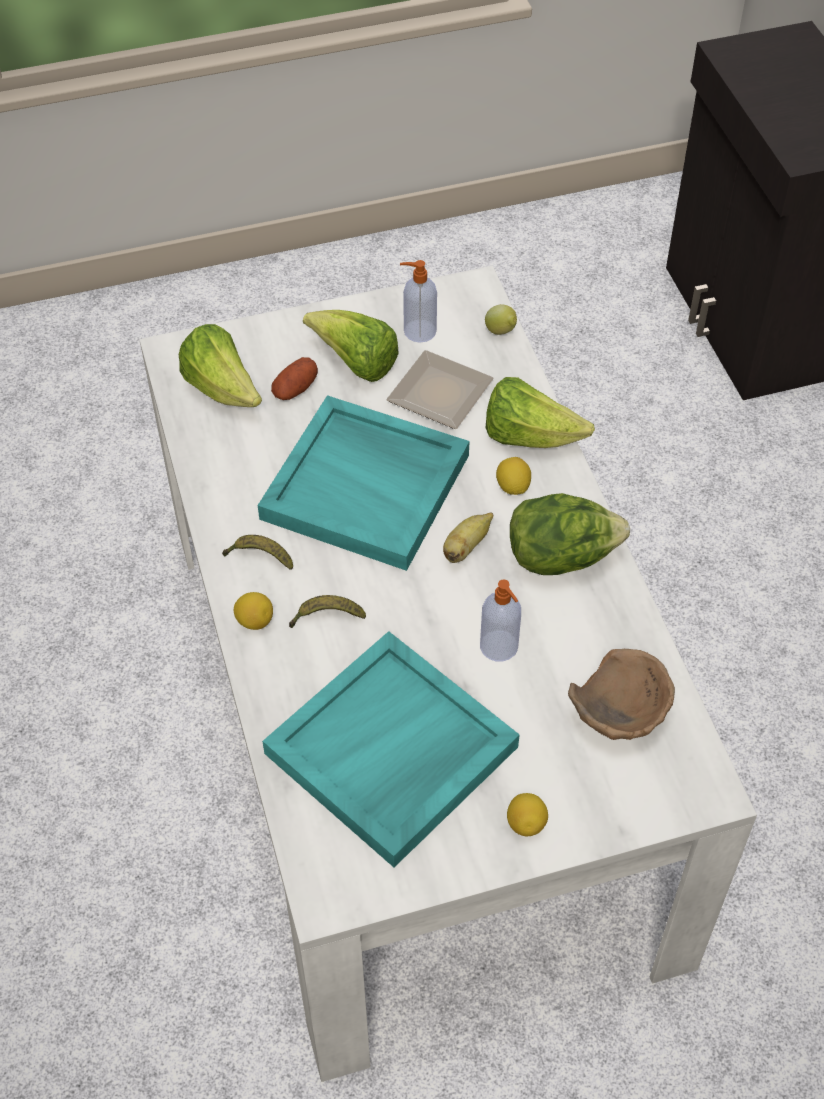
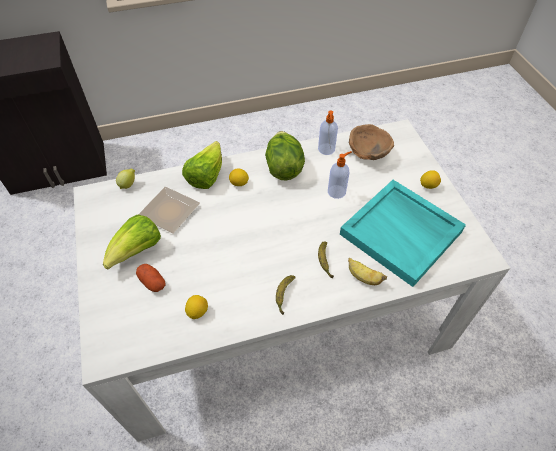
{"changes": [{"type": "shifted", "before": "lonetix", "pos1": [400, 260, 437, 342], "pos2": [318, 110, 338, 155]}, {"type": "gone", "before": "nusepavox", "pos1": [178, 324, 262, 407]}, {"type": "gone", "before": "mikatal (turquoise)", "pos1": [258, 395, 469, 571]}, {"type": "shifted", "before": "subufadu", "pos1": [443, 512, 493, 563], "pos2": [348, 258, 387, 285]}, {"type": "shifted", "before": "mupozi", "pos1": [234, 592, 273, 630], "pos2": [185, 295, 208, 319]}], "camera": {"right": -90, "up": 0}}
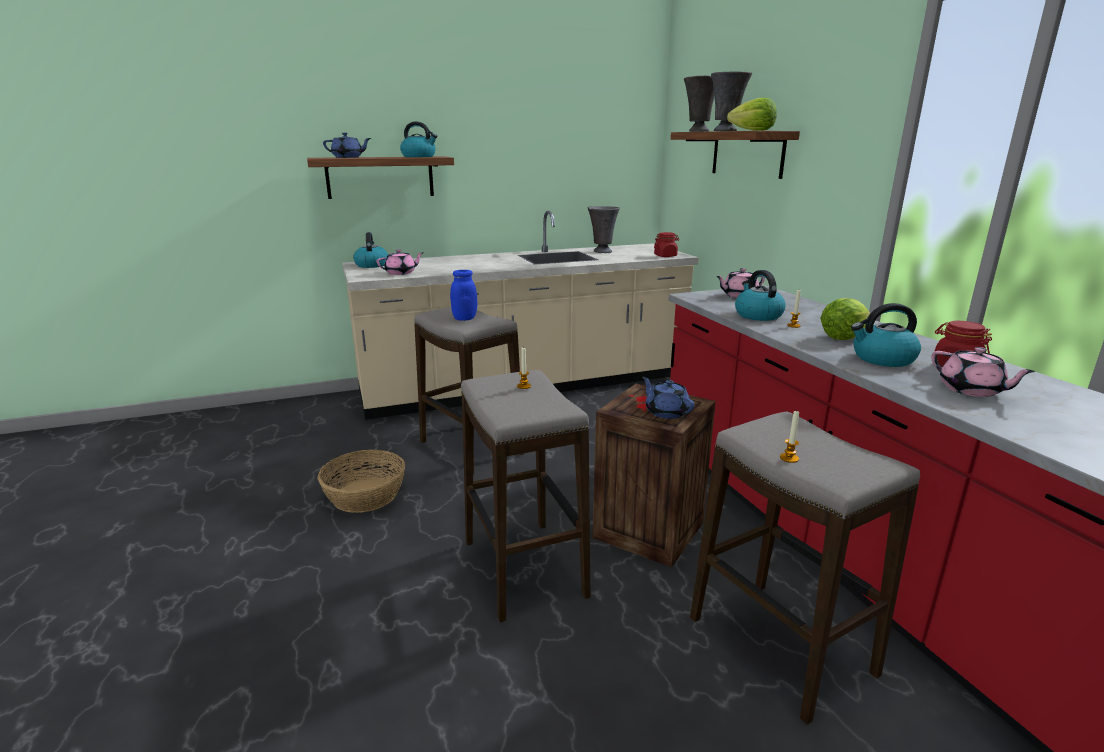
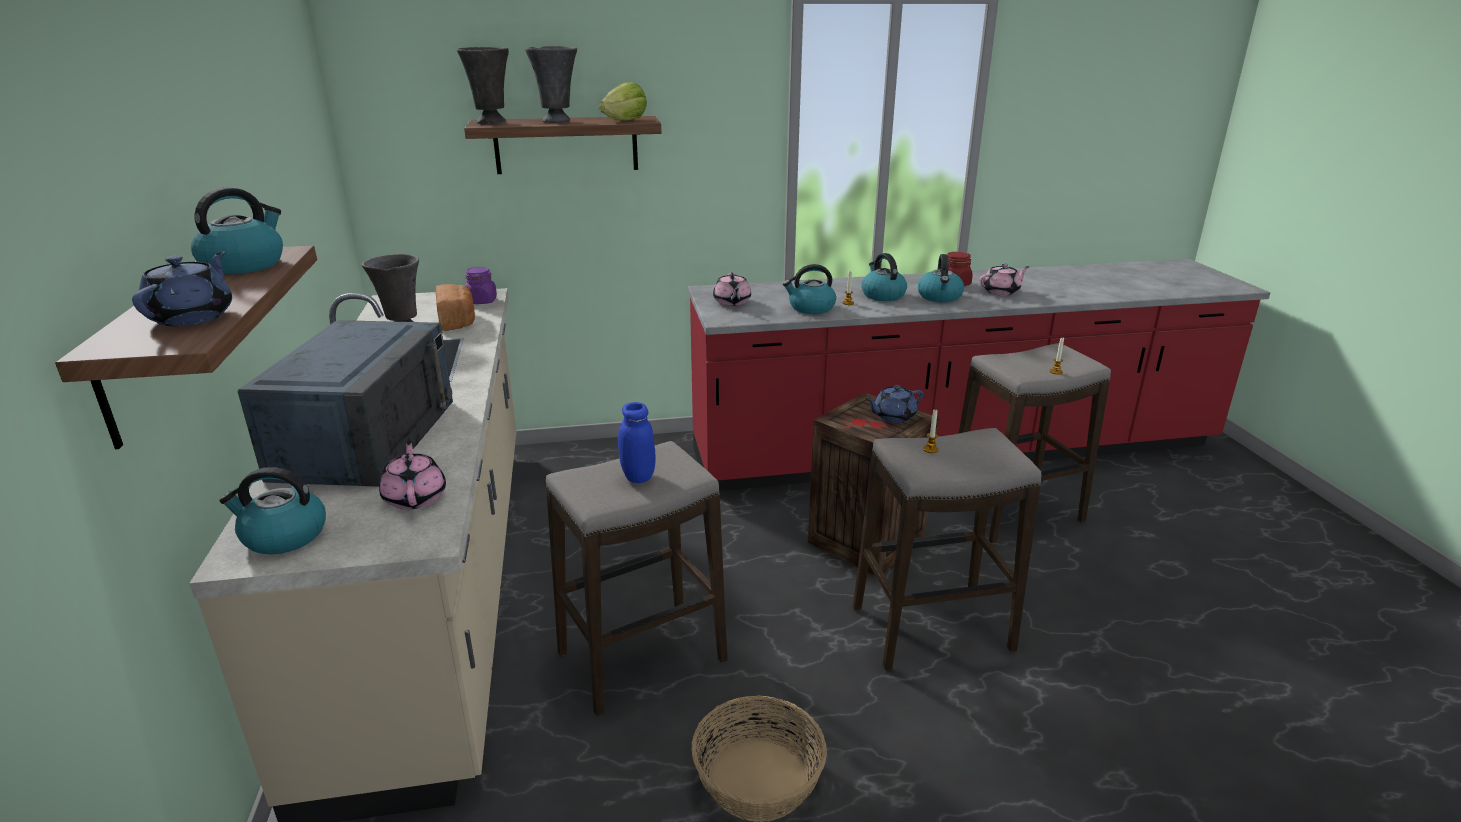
{"changes": [{"type": "repainted", "before": "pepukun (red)", "after": "pepukun (purple)", "pos1": [654, 232, 679, 257], "pos2": [465, 267, 497, 304]}, {"type": "swapped", "before": "nusepavox", "after": "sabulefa", "pos1": [820, 298, 870, 340], "pos2": [862, 253, 907, 301]}, {"type": "new", "after": "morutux", "pos2": [435, 284, 475, 331]}, {"type": "new", "after": "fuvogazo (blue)", "pos2": [237, 320, 453, 487]}], "camera": {"right": -80, "up": 5}}
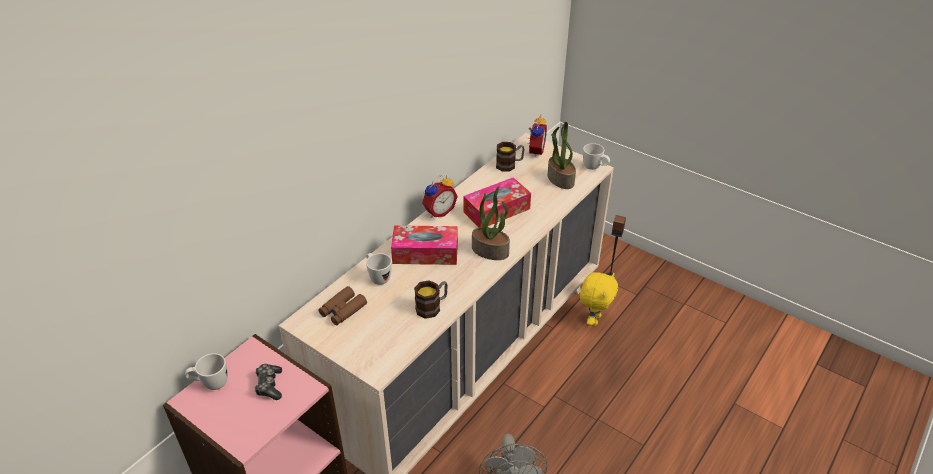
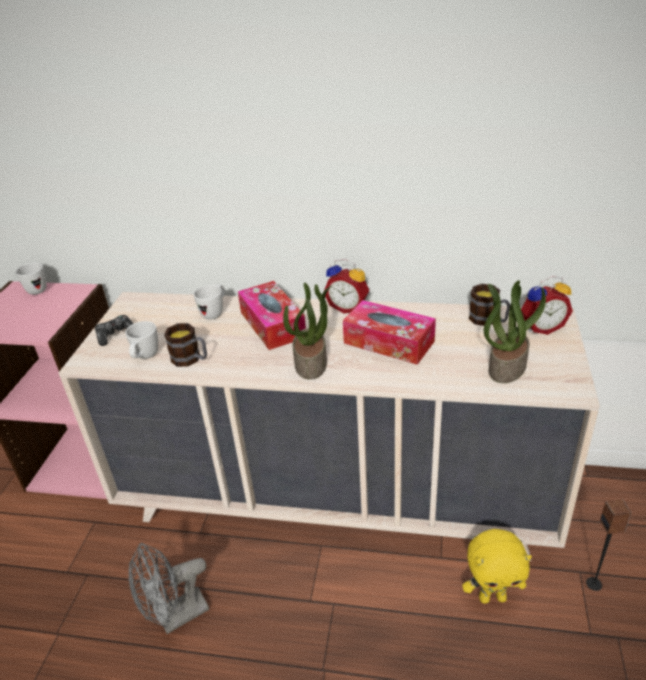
{"changes": [{"type": "shifted", "before": "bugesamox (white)", "pos1": [583, 143, 610, 170], "pos2": [125, 321, 158, 359]}, {"type": "gone", "before": "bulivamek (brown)", "pos1": [318, 286, 367, 325]}, {"type": "shifted", "before": "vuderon", "pos1": [254, 364, 282, 400], "pos2": [95, 315, 134, 346]}], "camera": {"right": 65, "up": -5}}
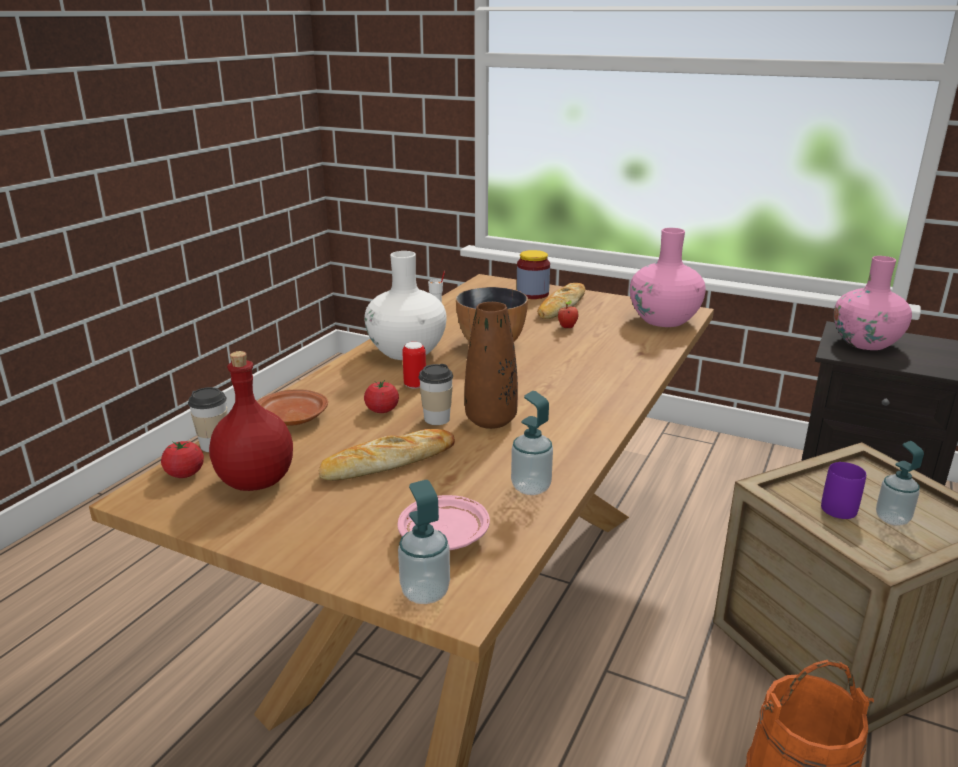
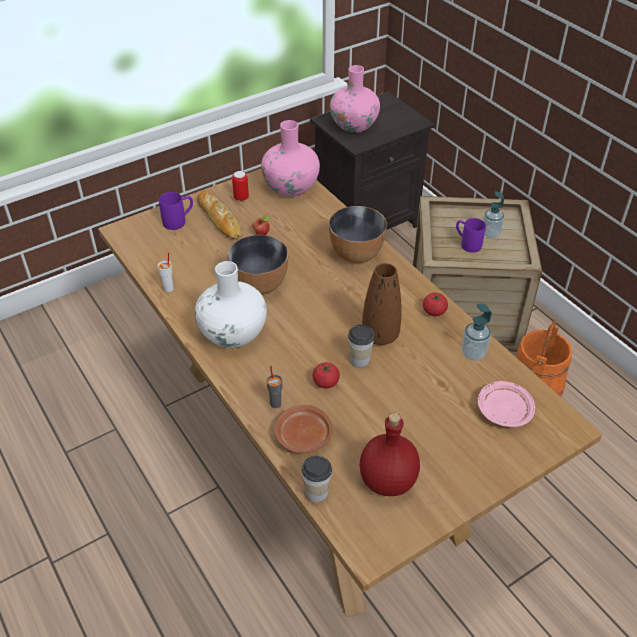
{"changes": [{"type": "swapped", "before": "pepukun", "after": "bugesamox (purple)", "pos1": [516, 250, 550, 299], "pos2": [159, 192, 193, 230]}, {"type": "shifted", "before": "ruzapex", "pos1": [402, 342, 426, 389], "pos2": [232, 171, 249, 201]}, {"type": "gone", "before": "morutux", "pos1": [319, 429, 455, 481]}, {"type": "shifted", "before": "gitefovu", "pos1": [161, 441, 204, 478], "pos2": [423, 293, 448, 316]}, {"type": "gone", "before": "lonetix", "pos1": [398, 480, 450, 604]}, {"type": "new", "after": "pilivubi", "pos2": [329, 206, 387, 263]}, {"type": "new", "after": "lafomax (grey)", "pos2": [267, 366, 282, 408]}], "camera": {"right": -60, "up": 20}}
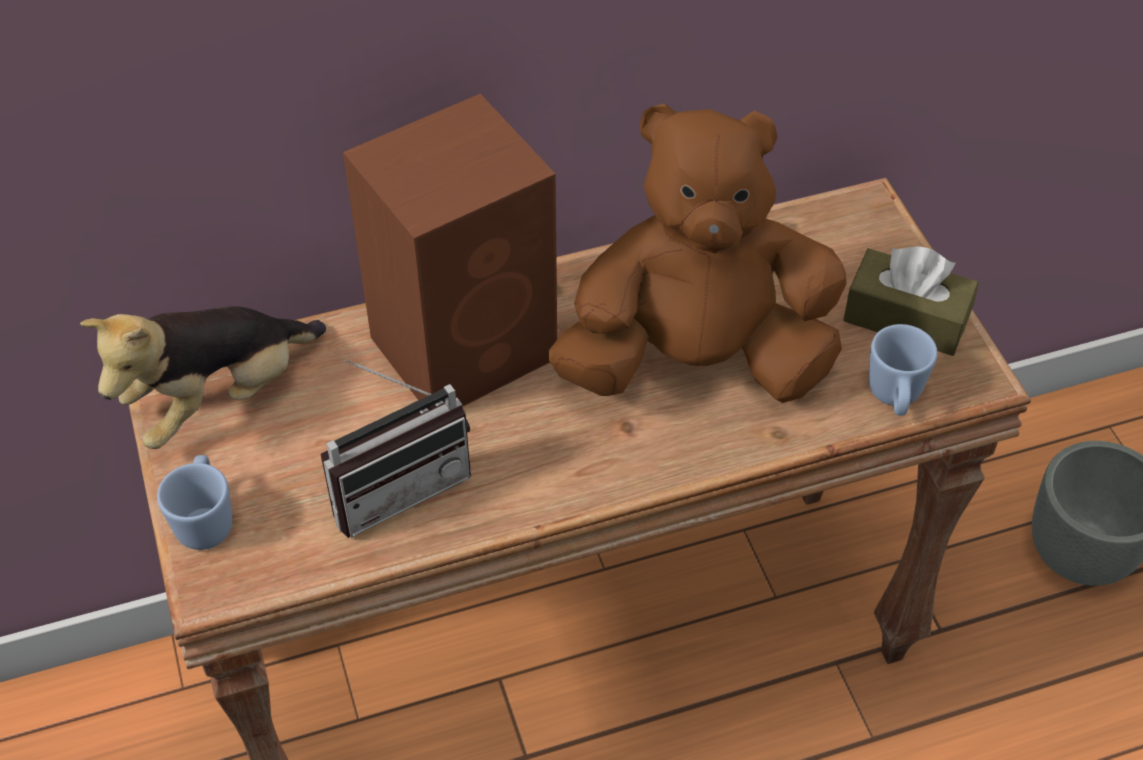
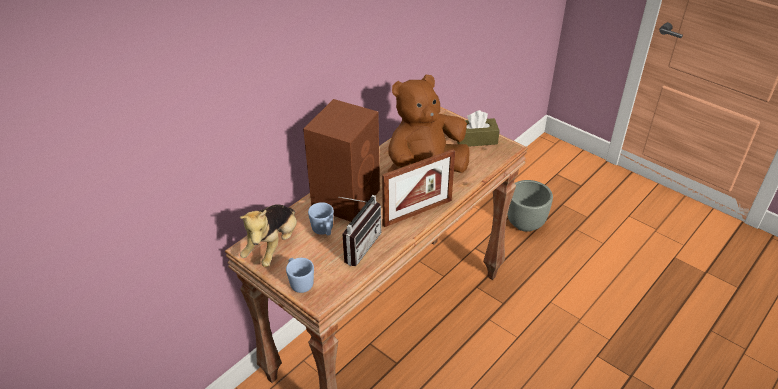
{"changes": [{"type": "shifted", "before": "bugesamox (blue)", "pos1": [869, 324, 937, 416], "pos2": [308, 202, 334, 235]}, {"type": "new", "after": "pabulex", "pos2": [382, 149, 455, 227]}], "camera": {"right": -30, "up": -10}}
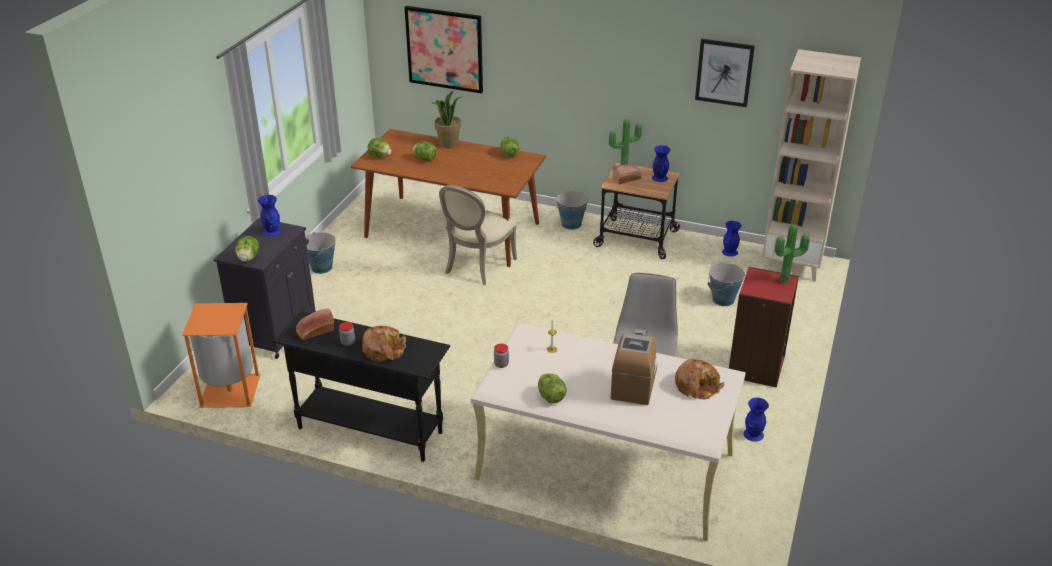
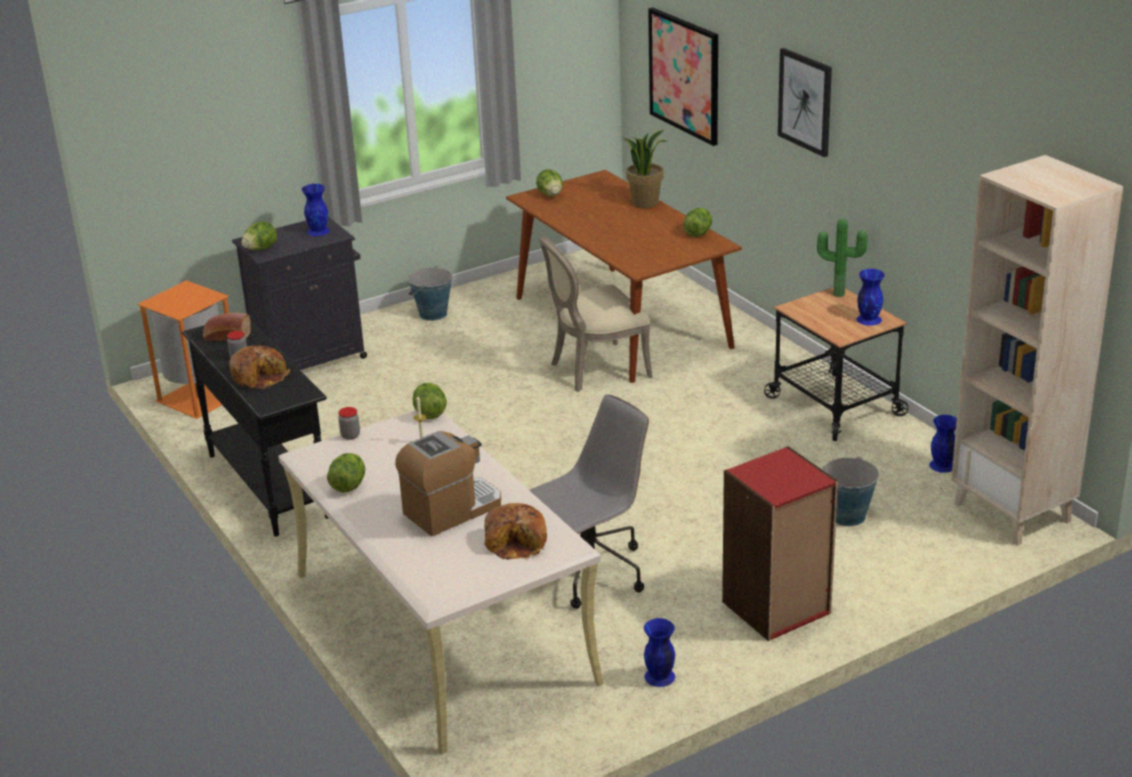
{"changes": [{"type": "shifted", "before": "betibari", "pos1": [695, 39, 755, 107], "pos2": [778, 48, 832, 157]}, {"type": "shifted", "before": "nusepavox", "pos1": [413, 141, 437, 161], "pos2": [413, 383, 447, 419]}, {"type": "gone", "before": "morutux", "pos1": [613, 165, 642, 185]}, {"type": "gone", "before": "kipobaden", "pos1": [556, 191, 588, 230]}, {"type": "gone", "before": "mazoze", "pos1": [775, 224, 810, 284]}], "camera": {"right": 40, "up": -5}}
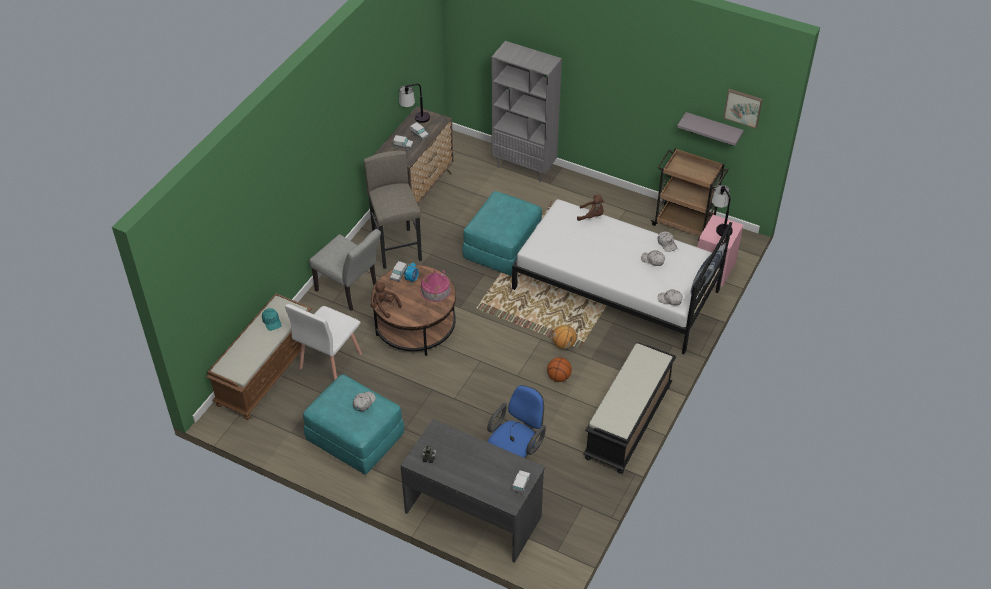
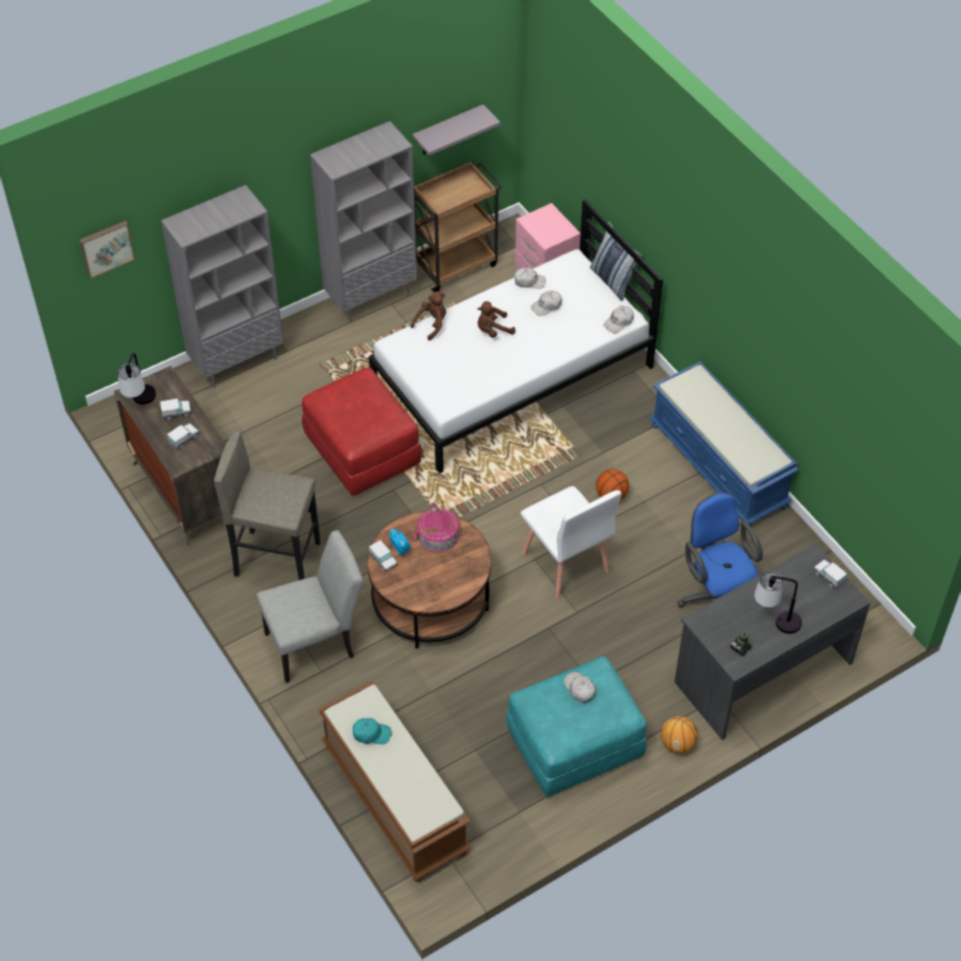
{"changes": [{"type": "shifted", "before": "betibari", "pos1": [723, 89, 763, 129], "pos2": [79, 221, 136, 279]}, {"type": "shifted", "before": "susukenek", "pos1": [712, 185, 733, 236], "pos2": [754, 571, 802, 634]}, {"type": "repainted", "before": "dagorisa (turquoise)", "after": "dagorisa (red)", "pos1": [462, 191, 542, 276], "pos2": [302, 367, 422, 496]}, {"type": "shifted", "before": "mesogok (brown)", "pos1": [370, 282, 402, 318], "pos2": [477, 301, 515, 338]}, {"type": "shifted", "before": "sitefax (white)", "pos1": [285, 304, 362, 380], "pos2": [520, 486, 621, 599]}, {"type": "shifted", "before": "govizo", "pos1": [552, 325, 576, 349], "pos2": [661, 716, 698, 753]}, {"type": "repainted", "before": "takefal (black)", "after": "takefal (blue)", "pos1": [583, 342, 676, 474], "pos2": [650, 362, 799, 527]}, {"type": "new", "after": "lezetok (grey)", "pos2": [310, 121, 417, 322]}], "camera": {"right": -60, "up": 5}}
